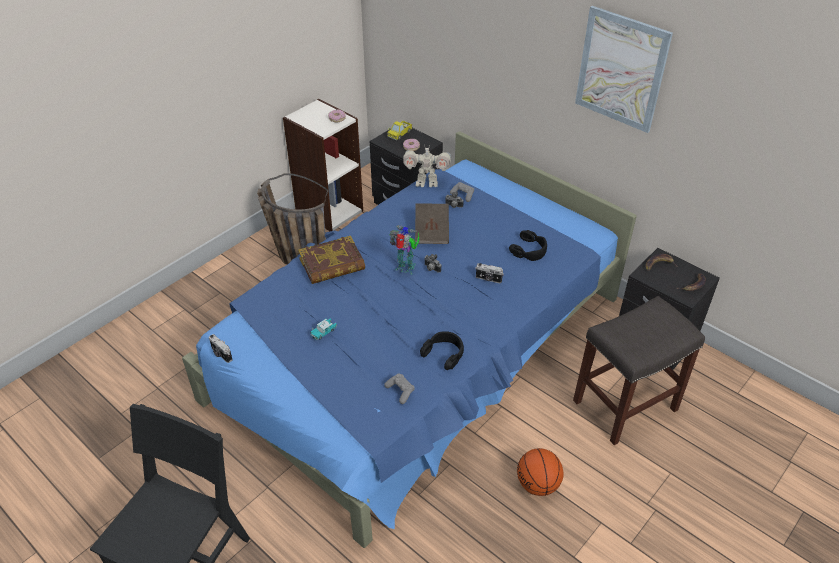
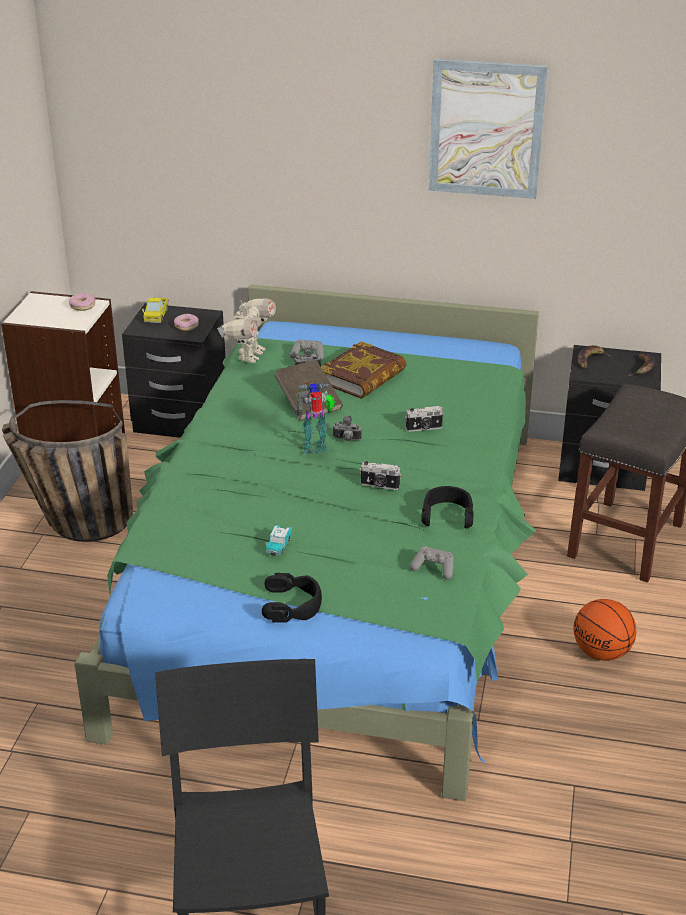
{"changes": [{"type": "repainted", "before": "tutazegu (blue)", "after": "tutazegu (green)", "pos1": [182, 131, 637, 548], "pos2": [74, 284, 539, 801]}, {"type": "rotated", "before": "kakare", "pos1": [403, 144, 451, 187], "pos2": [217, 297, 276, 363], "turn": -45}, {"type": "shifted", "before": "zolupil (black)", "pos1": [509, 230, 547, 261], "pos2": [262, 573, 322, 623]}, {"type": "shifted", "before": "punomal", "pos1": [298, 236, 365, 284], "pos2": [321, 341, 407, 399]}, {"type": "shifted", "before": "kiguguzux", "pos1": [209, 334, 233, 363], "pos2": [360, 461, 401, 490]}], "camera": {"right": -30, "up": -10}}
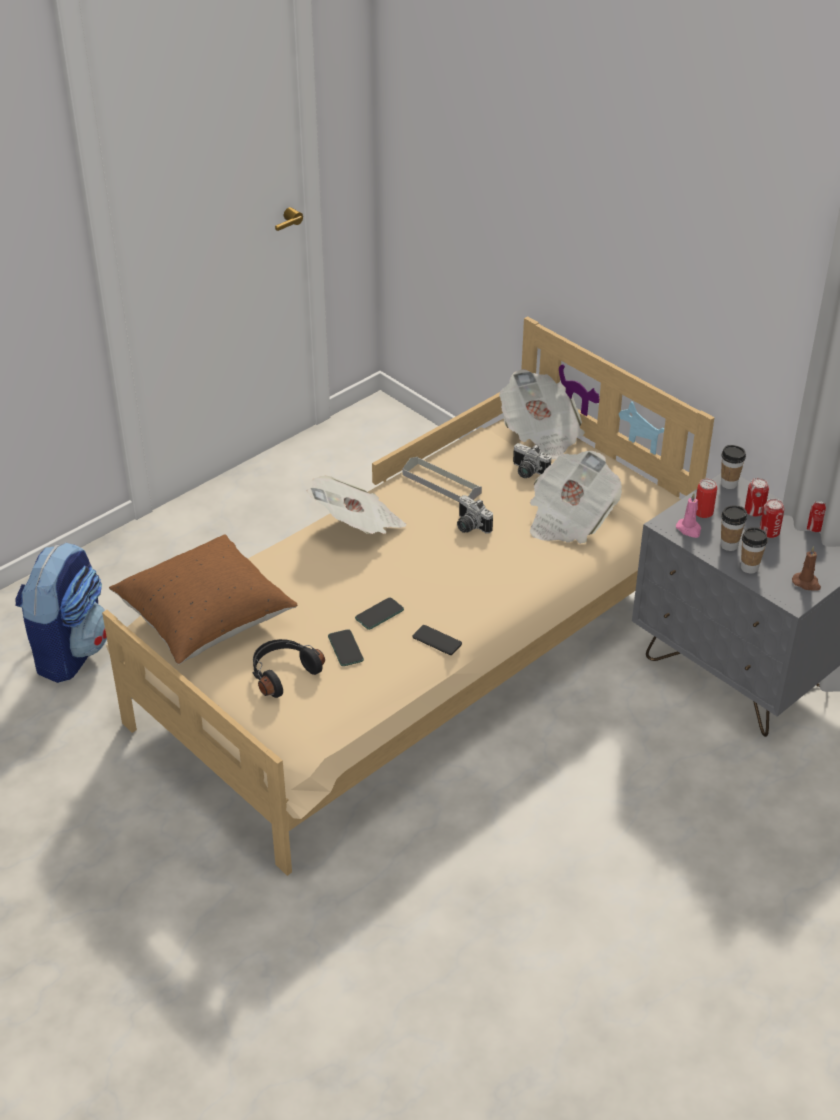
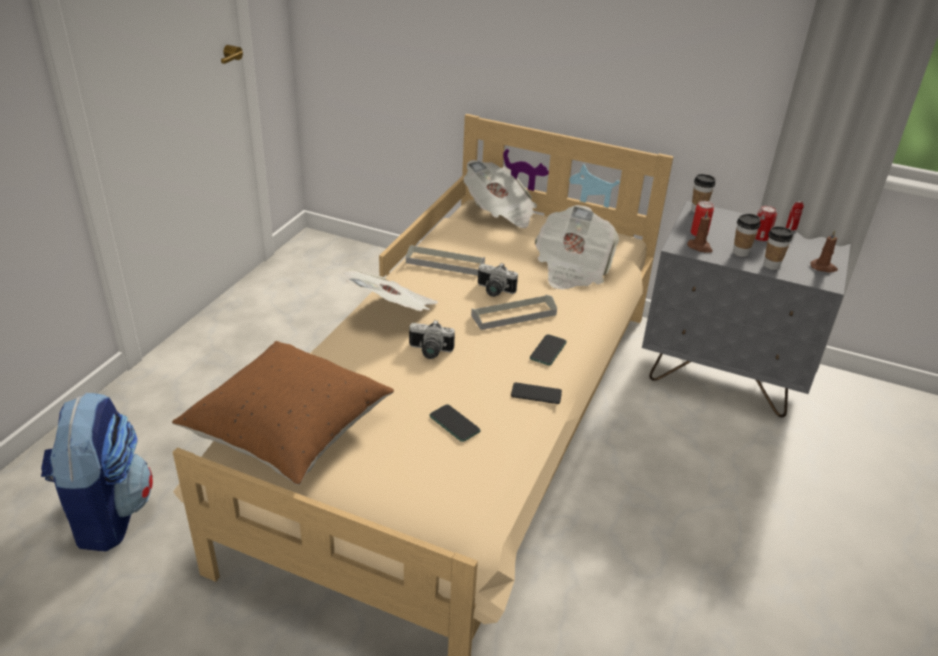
{"changes": [{"type": "shifted", "before": "kiguguzux", "pos1": [513, 443, 551, 478], "pos2": [409, 320, 455, 359]}, {"type": "gone", "before": "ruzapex", "pos1": [745, 478, 769, 516]}, {"type": "repainted", "before": "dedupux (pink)", "after": "dedupux (brown)", "pos1": [676, 493, 701, 538], "pos2": [687, 210, 713, 253]}, {"type": "shifted", "before": "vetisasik", "pos1": [355, 597, 404, 630], "pos2": [530, 334, 567, 365]}, {"type": "gone", "before": "zolupil (black)", "pos1": [253, 639, 325, 698]}, {"type": "new", "after": "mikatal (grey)", "pos2": [471, 295, 557, 330]}], "camera": {"right": -25, "up": -5}}
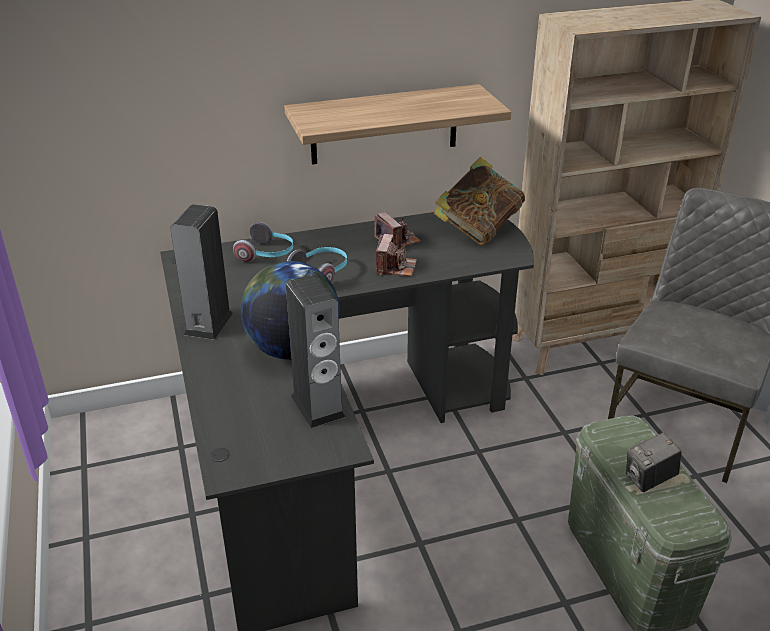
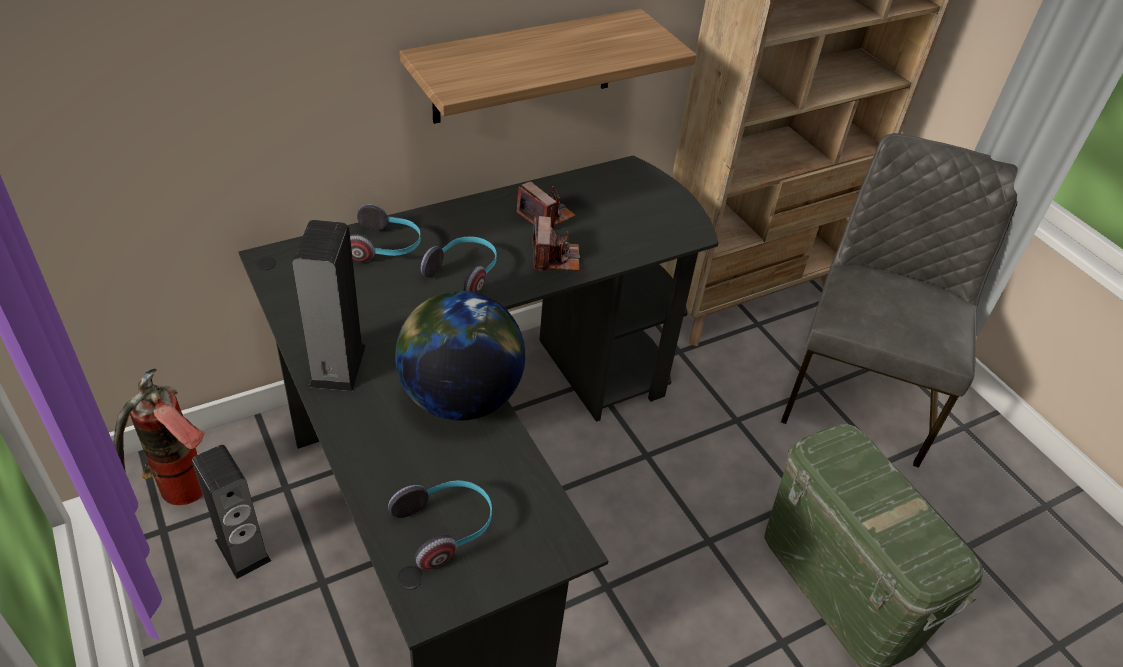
{"changes": [{"type": "gone", "before": "punomal", "pos1": [434, 157, 525, 245]}, {"type": "shifted", "before": "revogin", "pos1": [286, 275, 345, 428], "pos2": [192, 445, 271, 579]}, {"type": "gone", "before": "kiguguzux", "pos1": [626, 432, 682, 492]}, {"type": "new", "after": "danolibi", "pos2": [113, 369, 205, 505]}, {"type": "new", "after": "zolupil", "pos2": [388, 480, 492, 569]}], "camera": {"right": -15, "up": 10}}
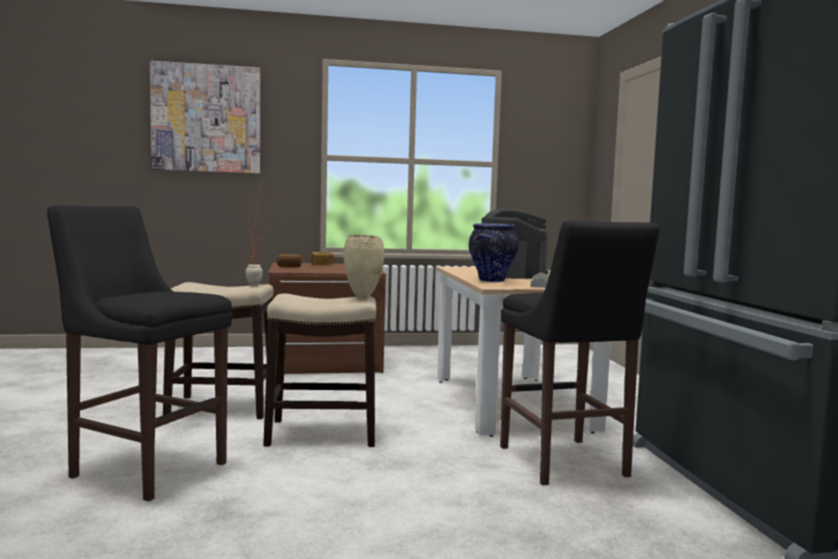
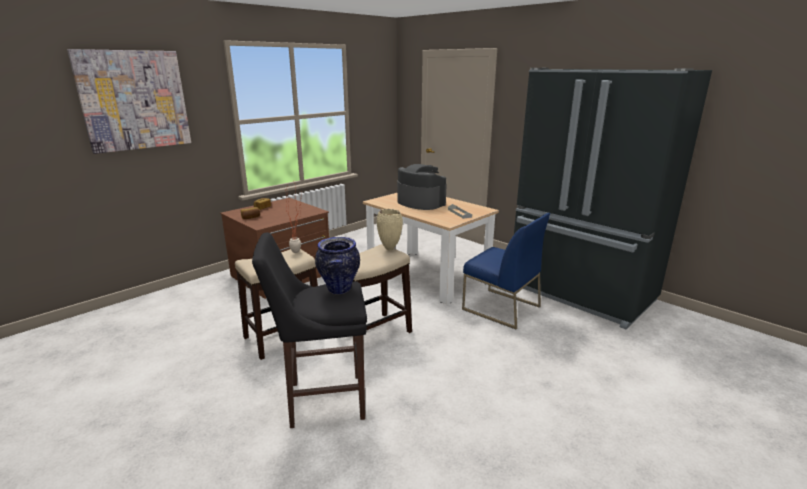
{"changes": [{"type": "swapped", "before": "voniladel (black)", "after": "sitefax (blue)", "pos1": [500, 221, 659, 485], "pos2": [462, 213, 550, 329]}, {"type": "shifted", "before": "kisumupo", "pos1": [469, 223, 518, 282], "pos2": [315, 237, 360, 294]}], "camera": {"right": -35, "up": 15}}
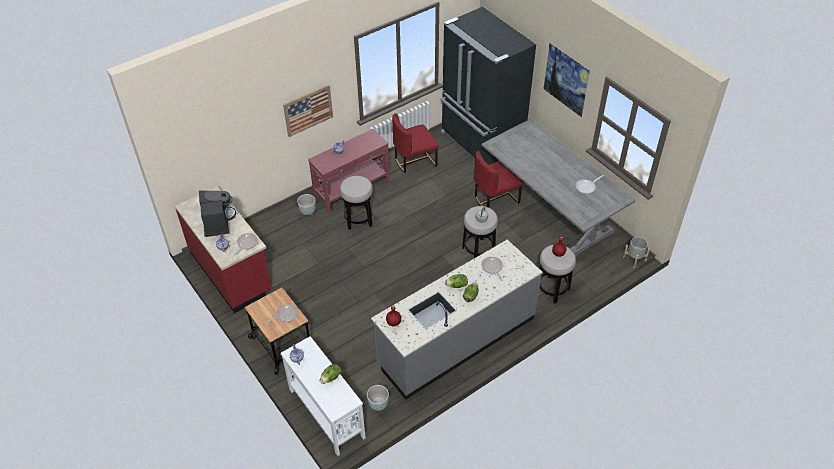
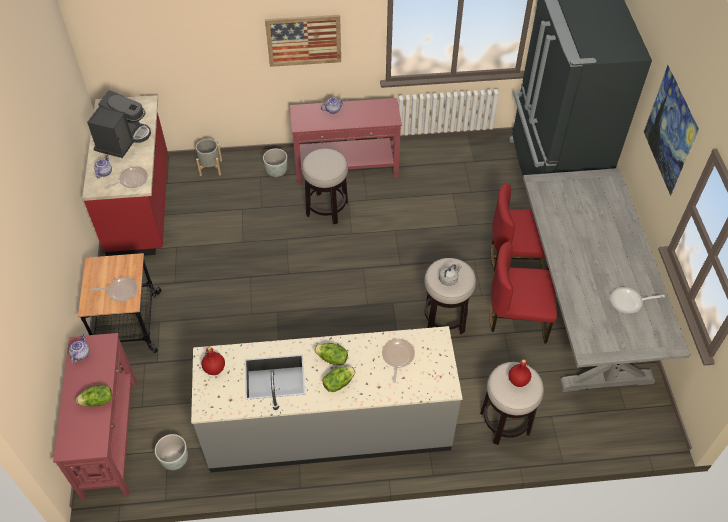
{"changes": [{"type": "shifted", "before": "sitefax (red)", "pos1": [392, 113, 439, 173], "pos2": [489, 242, 557, 344]}, {"type": "shifted", "before": "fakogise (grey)", "pos1": [623, 237, 650, 268], "pos2": [196, 139, 222, 176]}, {"type": "repainted", "before": "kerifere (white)", "after": "kerifere (red)", "pos1": [280, 336, 366, 456], "pos2": [53, 333, 137, 500]}], "camera": {"right": 30, "up": 5}}
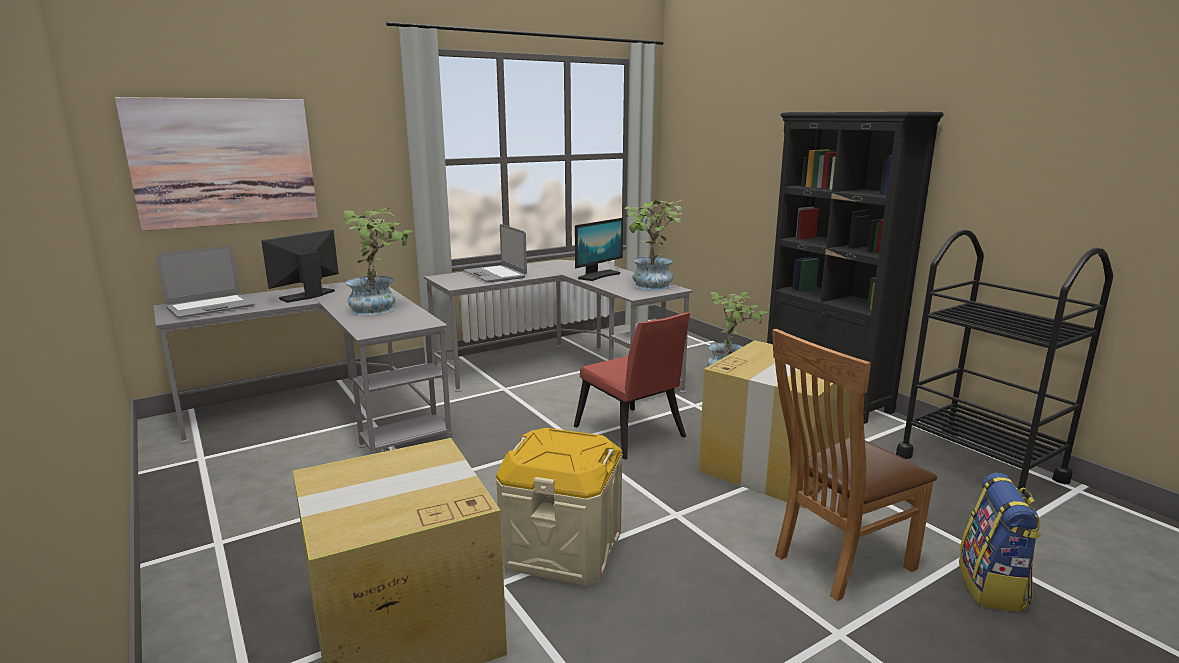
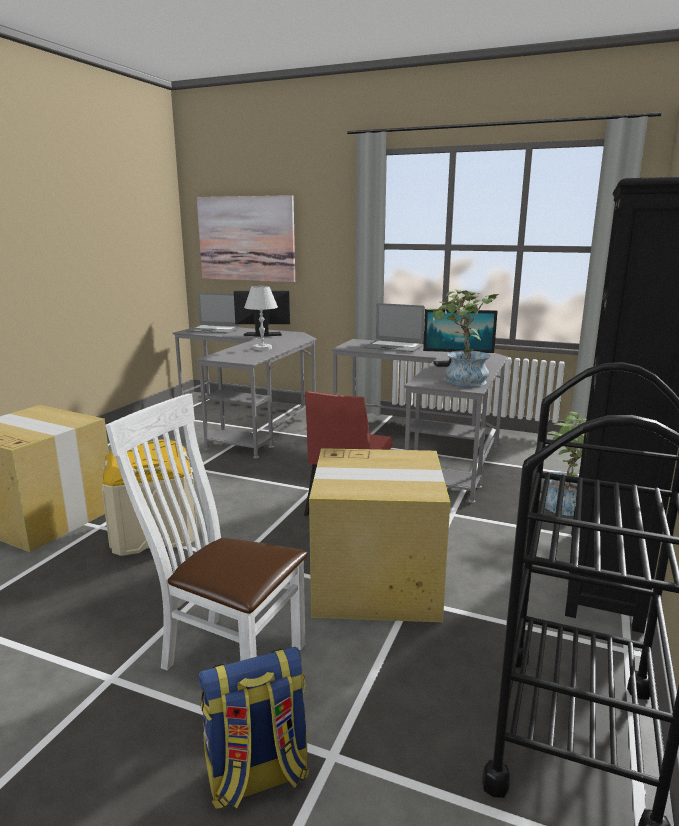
{"changes": [{"type": "swapped", "before": "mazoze", "after": "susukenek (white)", "pos1": [343, 208, 412, 315], "pos2": [244, 286, 278, 350]}, {"type": "rotated", "before": "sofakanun", "pos1": [464, 224, 527, 282], "pos2": [363, 303, 425, 352], "turn": -90}, {"type": "repainted", "before": "sitefax (brown)", "after": "sitefax (white)", "pos1": [772, 329, 937, 601], "pos2": [105, 394, 308, 671]}], "camera": {"right": 55, "up": 0}}
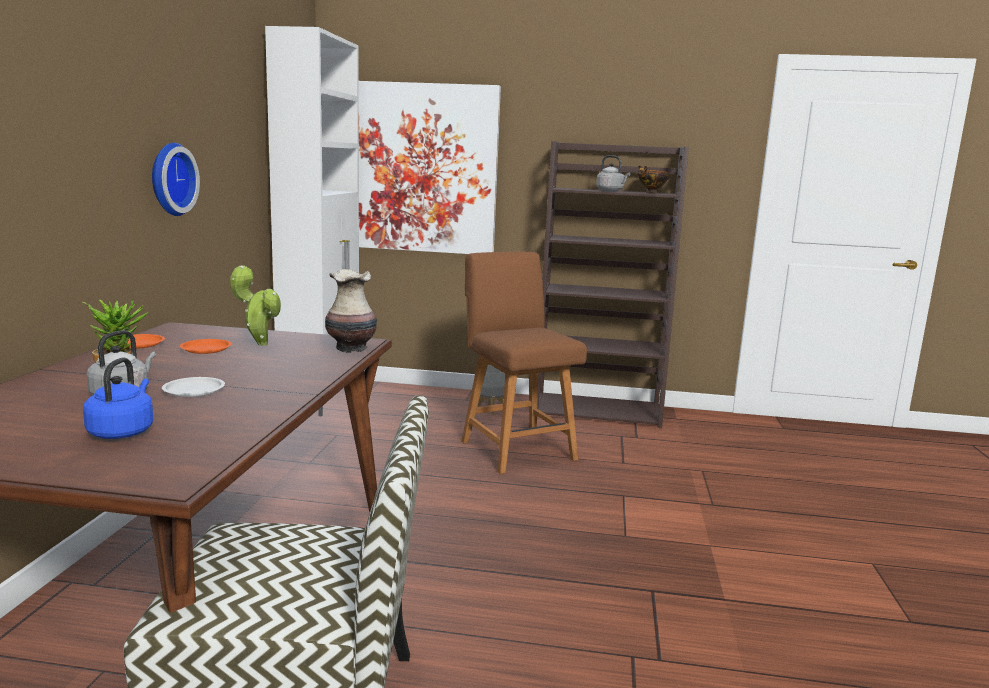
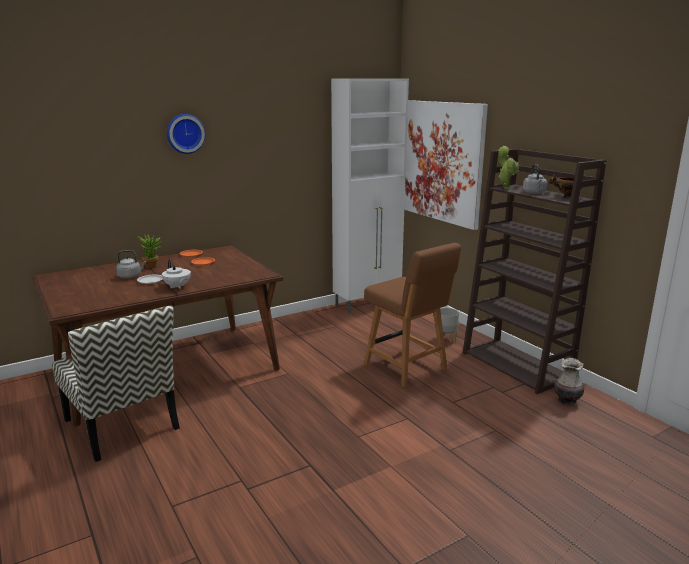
{"changes": [{"type": "shifted", "before": "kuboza", "pos1": [152, 143, 200, 216], "pos2": [167, 114, 205, 154]}, {"type": "rotated", "before": "sitefax (brown)", "pos1": [461, 252, 587, 474], "pos2": [364, 243, 461, 387], "turn": 120}, {"type": "shifted", "before": "mazoze", "pos1": [230, 265, 281, 346], "pos2": [498, 146, 519, 189]}, {"type": "shifted", "before": "kisumupo", "pos1": [325, 269, 377, 353], "pos2": [554, 358, 584, 405]}, {"type": "gone", "before": "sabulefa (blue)", "pos1": [83, 357, 154, 439]}, {"type": "new", "after": "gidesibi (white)", "pos2": [162, 260, 191, 289]}], "camera": {"right": 50, "up": 5}}
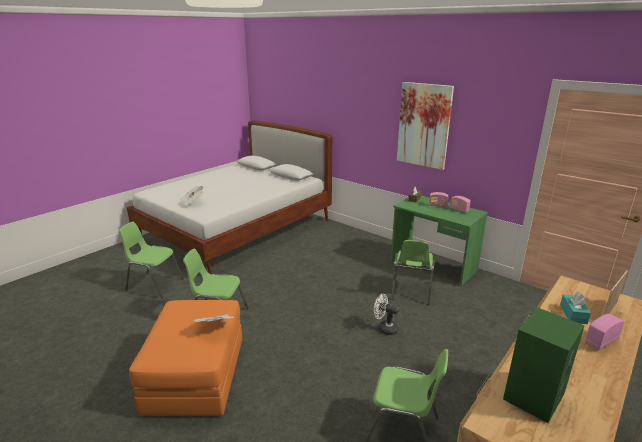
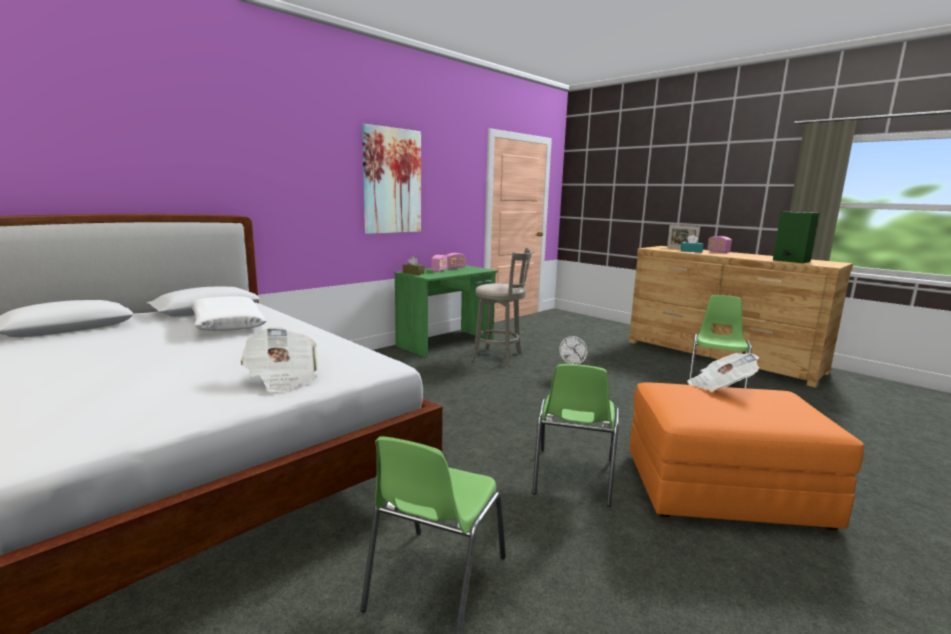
{"changes": [{"type": "swapped", "before": "sitefax (green)", "after": "voniladel (grey)", "pos1": [391, 240, 435, 305], "pos2": [471, 248, 532, 366]}, {"type": "new", "after": "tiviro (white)", "pos2": [190, 296, 267, 331]}], "camera": {"right": -85, "up": -10}}
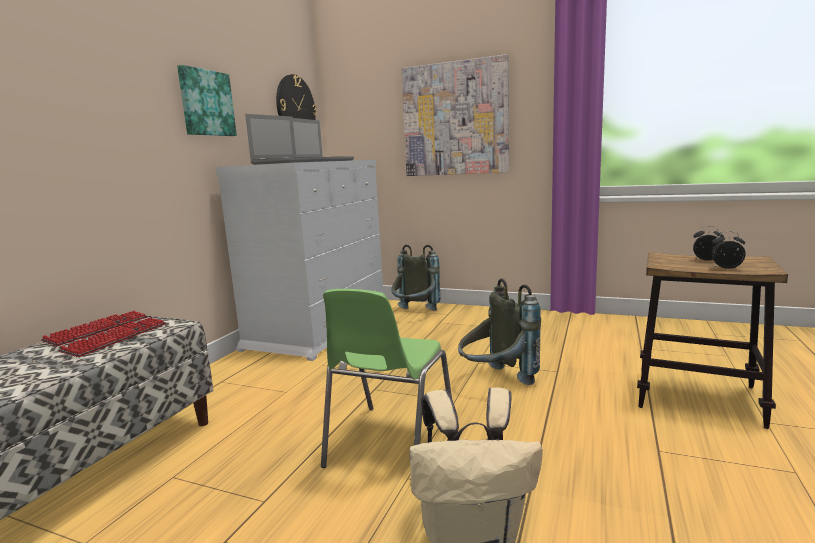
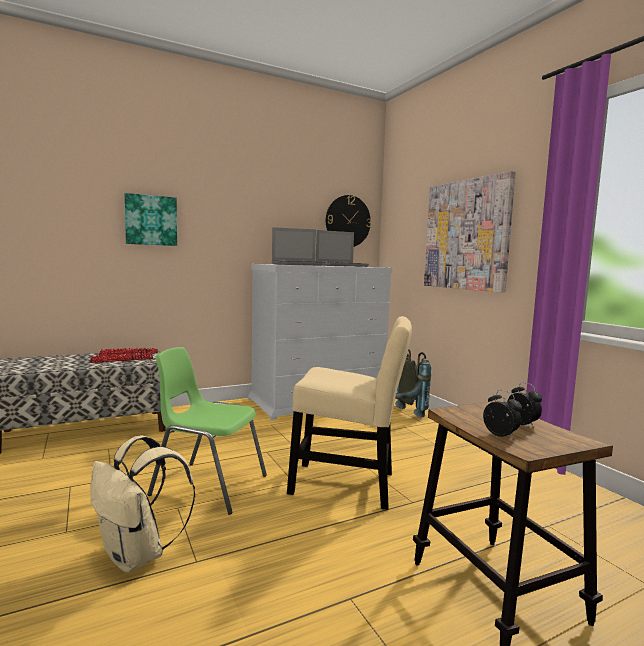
{"changes": [{"type": "shifted", "before": "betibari", "pos1": [177, 65, 237, 136], "pos2": [124, 193, 177, 246]}, {"type": "swapped", "before": "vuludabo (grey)", "after": "sitefax (beige)", "pos1": [458, 278, 541, 385], "pos2": [287, 316, 412, 510]}, {"type": "rotated", "before": "sitefax (green)", "pos1": [321, 289, 452, 468], "pos2": [147, 347, 267, 515], "turn": 45}], "camera": {"right": 40, "up": -5}}
